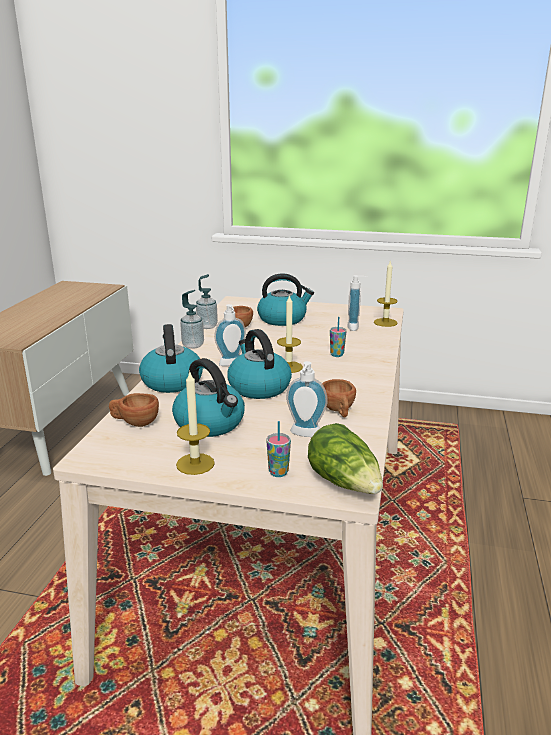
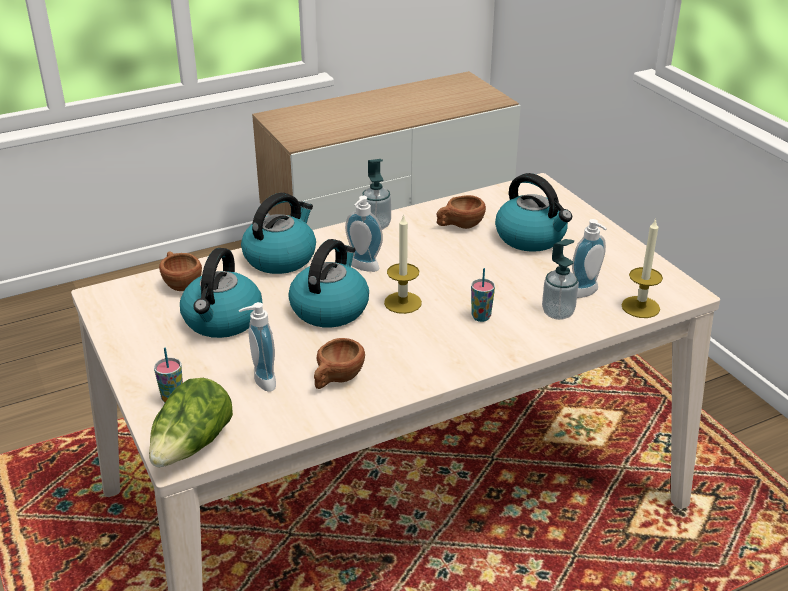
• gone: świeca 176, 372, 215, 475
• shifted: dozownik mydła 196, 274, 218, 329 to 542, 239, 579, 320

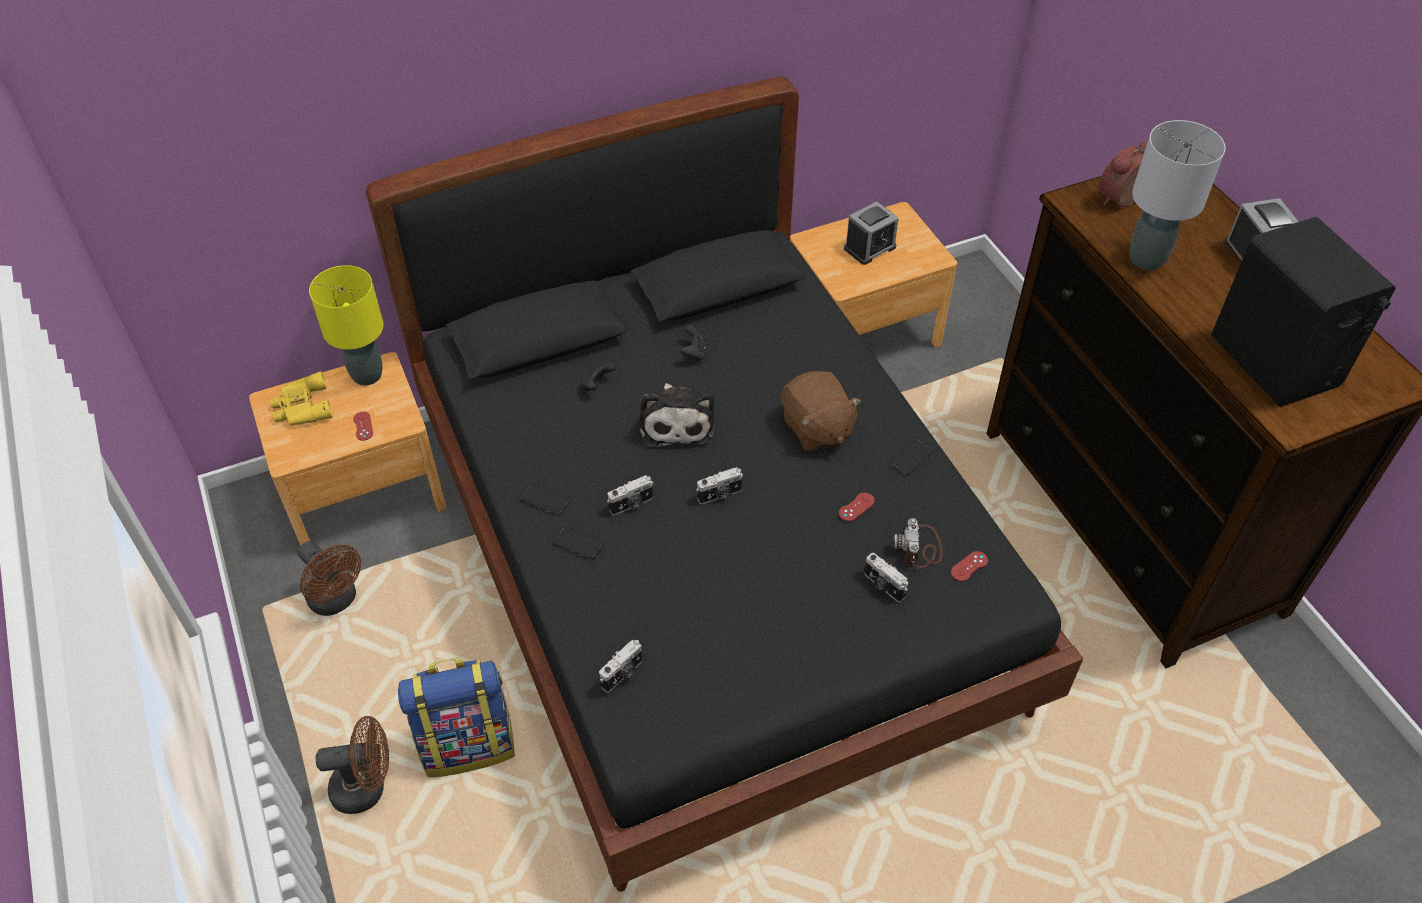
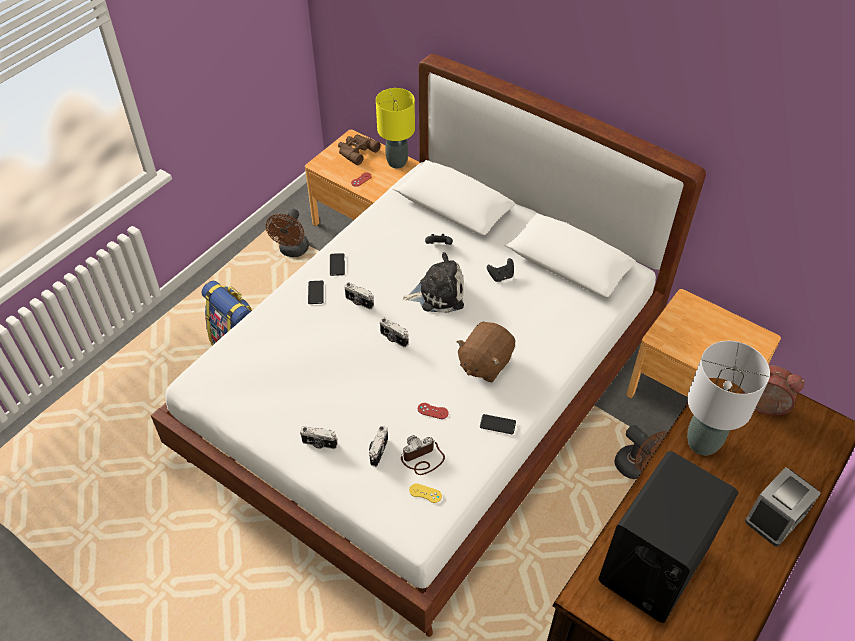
• repainted: lornetka (żółty) 270, 371, 333, 426 to lornetka (brązowy) 338, 134, 381, 165
• shifted: wentylator (brązowy) 316, 716, 389, 814 to 615, 425, 667, 479
• repainted: łóżko (czarny) 366, 77, 1083, 892 to łóżko (biały) 151, 54, 706, 637
• shifted: aparat fotograficzny 599, 639, 642, 693 to 300, 426, 337, 449
• rotated: pluszak 639, 383, 714, 448 = 403, 252, 464, 313 150 degrees counterclockwise
• gone: budzik 844, 202, 899, 265
• repainted: pad do gier (czerwony) 951, 551, 988, 581 to pad do gier (żółty) 409, 483, 442, 503

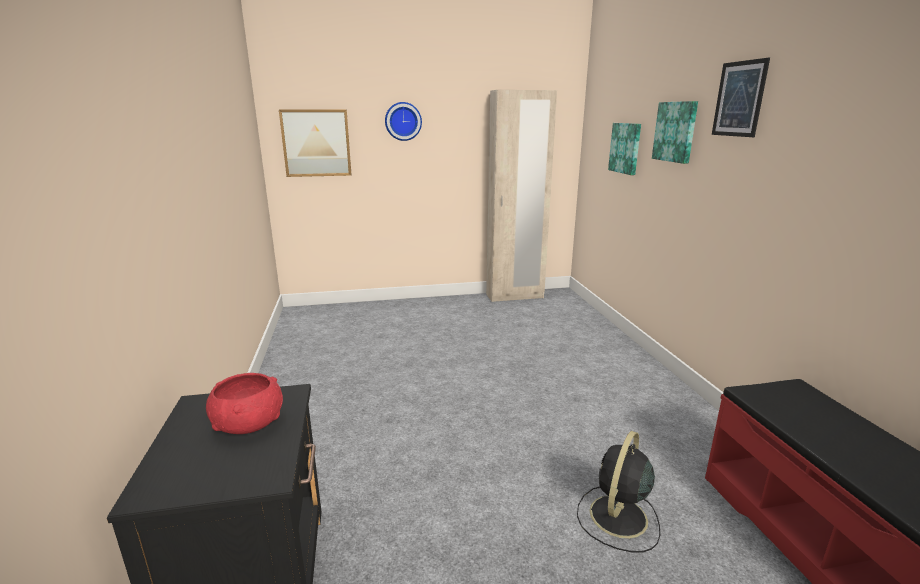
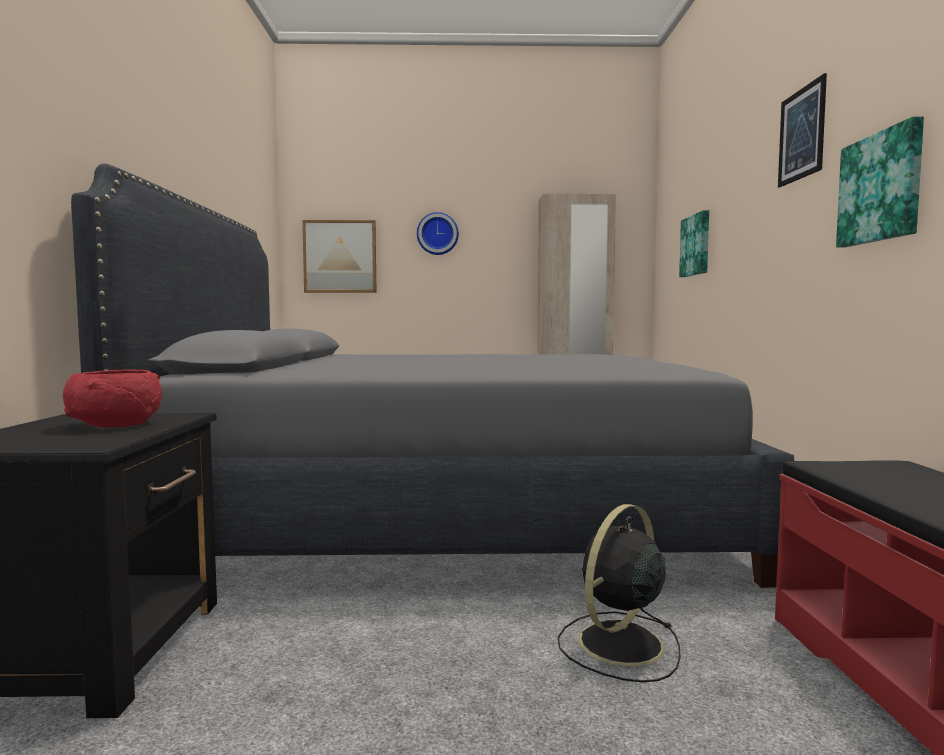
• shifted: obraz 652, 101, 698, 164 to 836, 116, 924, 247
• new: łóżko (szary) 71, 164, 795, 588

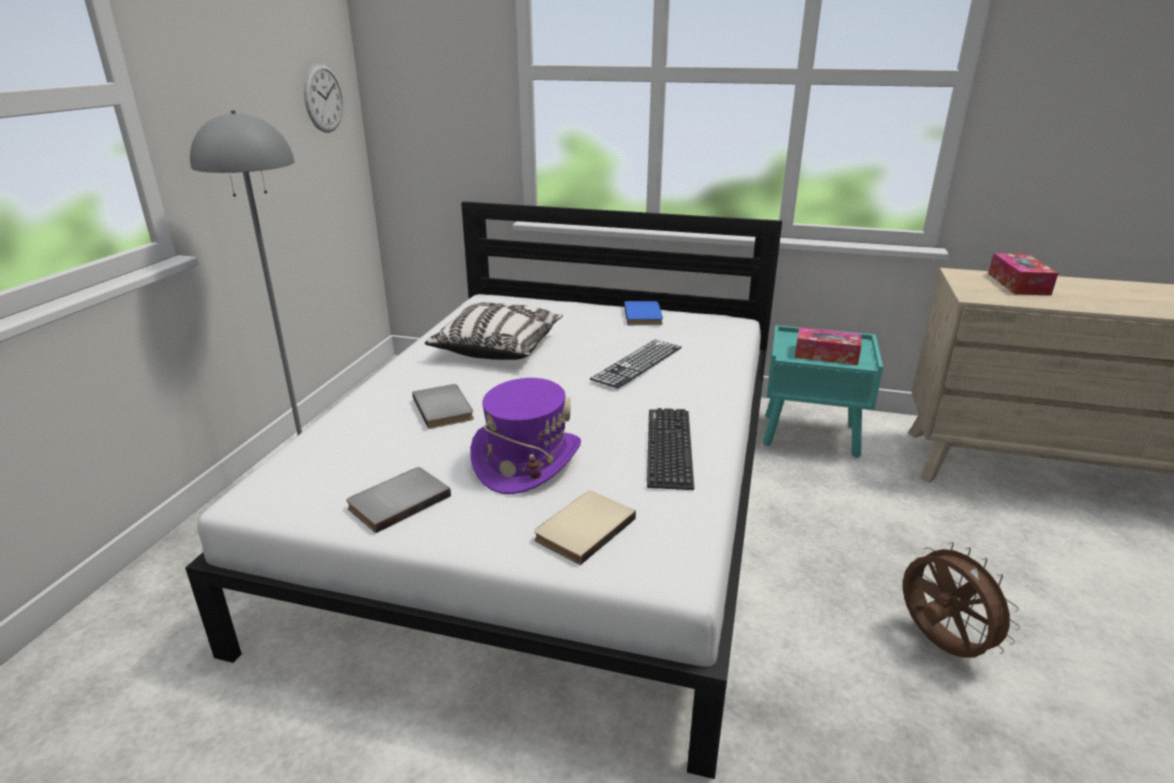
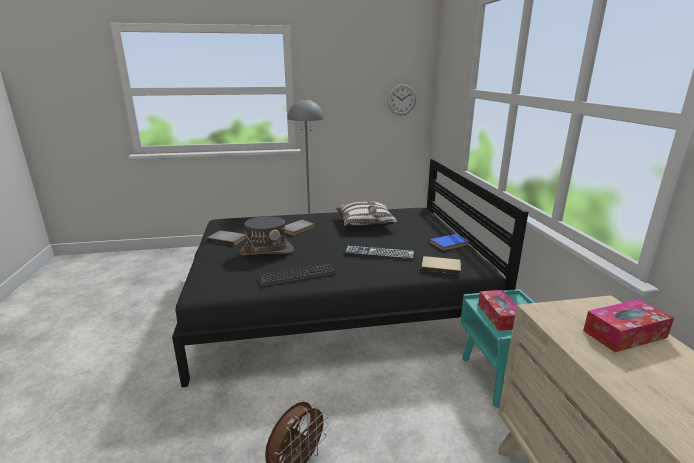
• repainted: łóżko (biały) 185, 201, 782, 779 to łóżko (czarny) 172, 158, 528, 387
• repainted: kapelusz (fioletowy) 470, 378, 581, 494 to kapelusz (szary) 240, 216, 294, 255
• shifted: książka (beżowy) 534, 491, 636, 565 to 421, 256, 461, 275

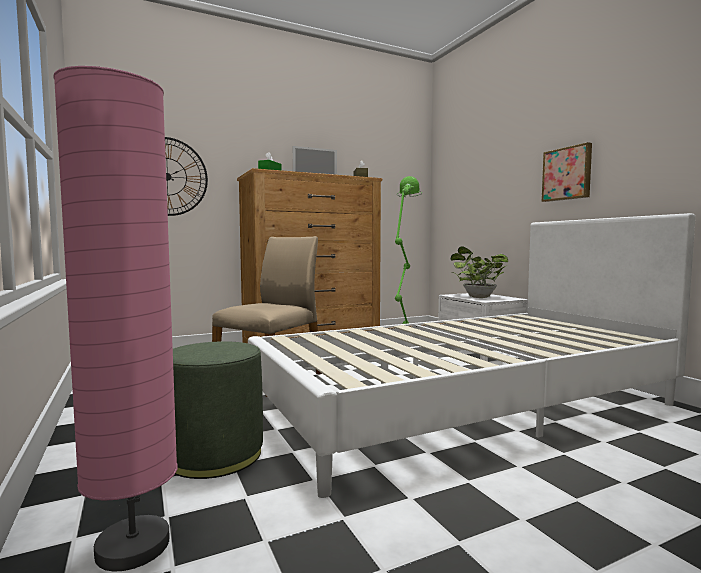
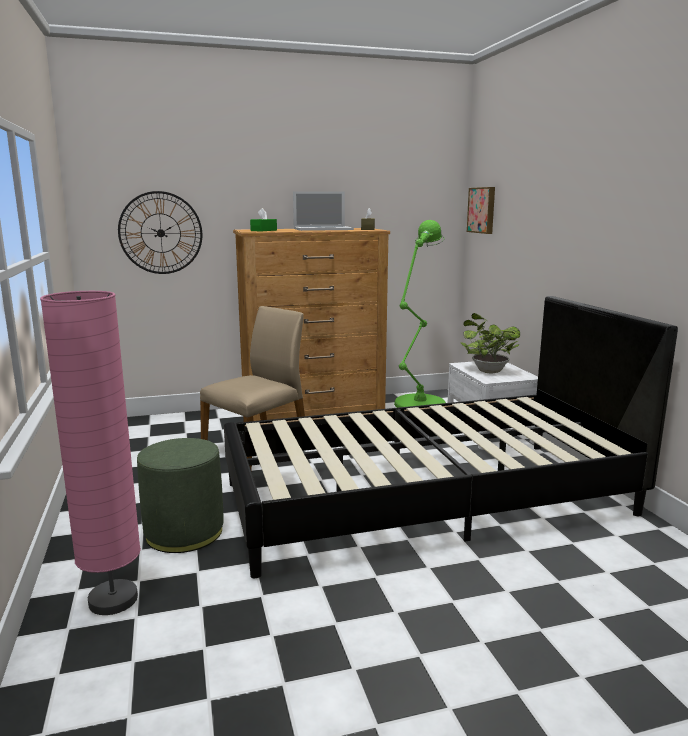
• repainted: łóżko (biały) 248, 213, 696, 498 to łóżko (czarny) 224, 296, 678, 578
• shifted: obraz 542, 142, 592, 202 to 467, 187, 495, 234

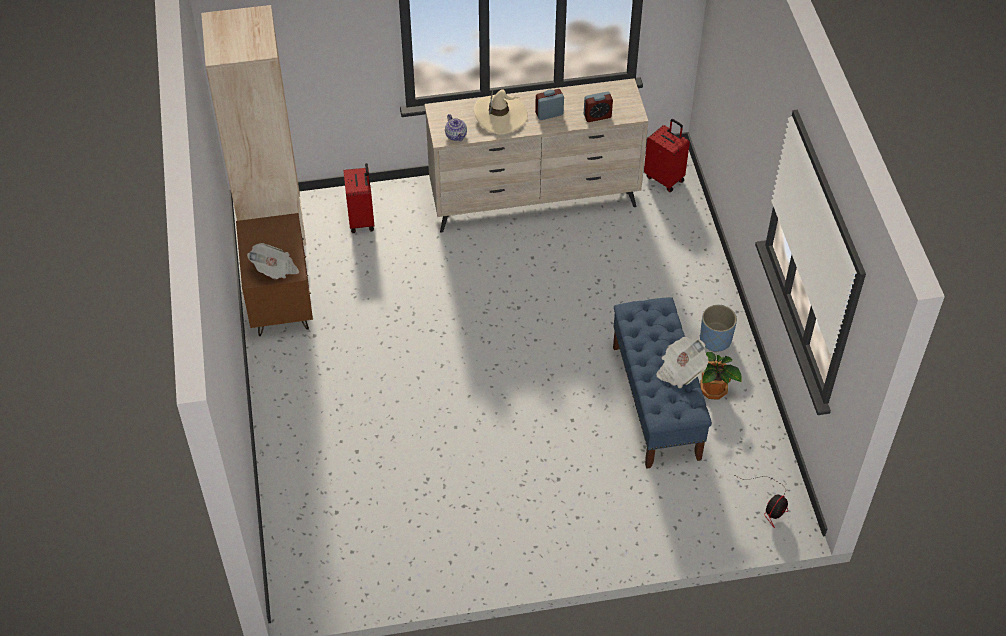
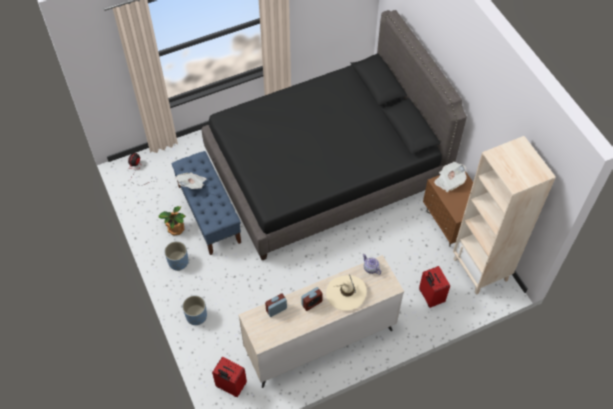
• new: donica (niebieski) 182, 295, 207, 325
• new: łóżko (czarny) 202, 10, 467, 260

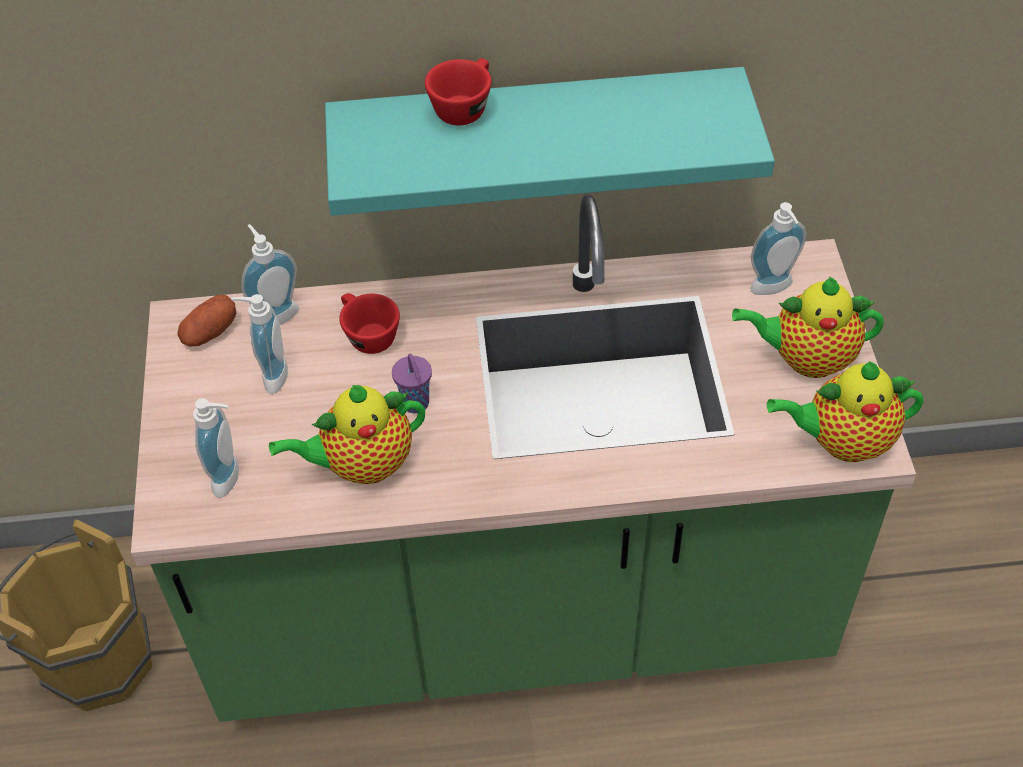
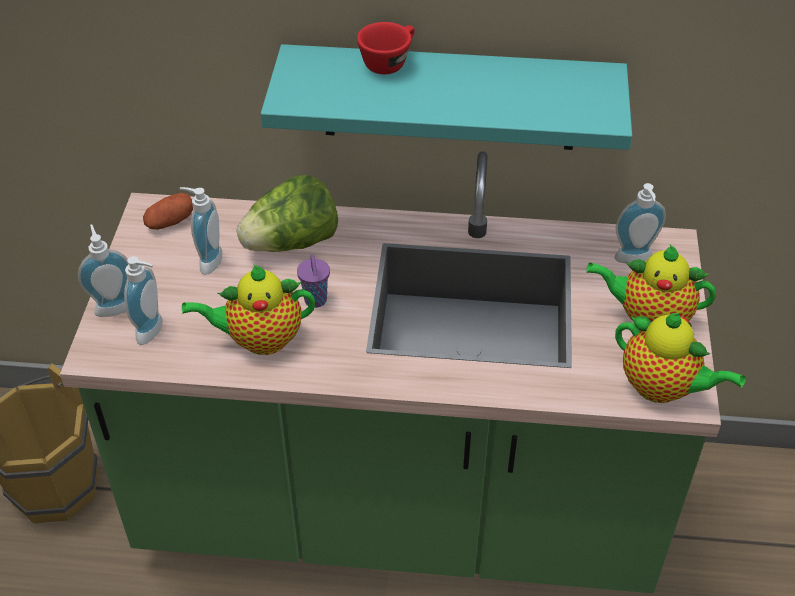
• shifted: dozownik mydła 241, 224, 299, 325 to 78, 224, 129, 317
• swapped: filiżanka (czerwony) 339, 293, 400, 354 to sałata 237, 175, 338, 252
• rotated: imbryk 767, 361, 923, 462 = 615, 313, 746, 403 150 degrees counterclockwise

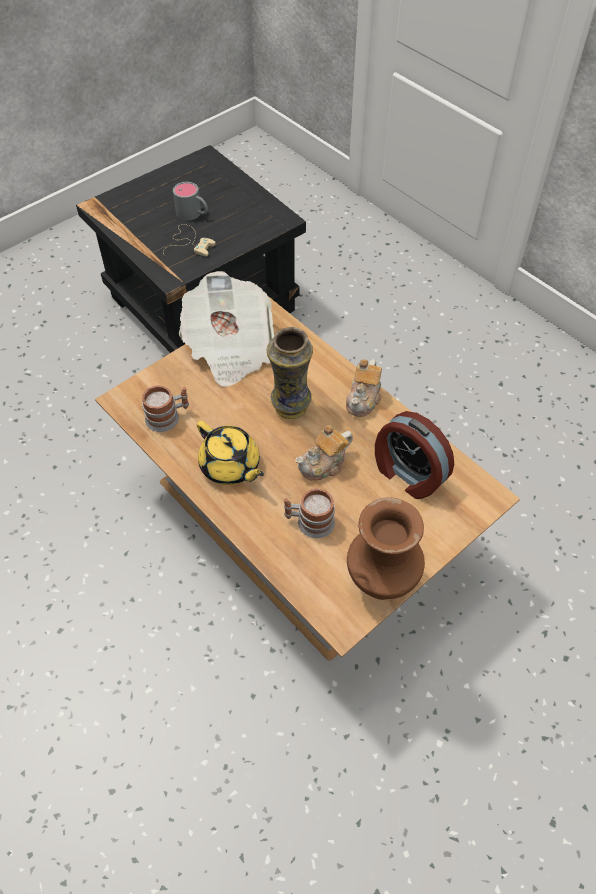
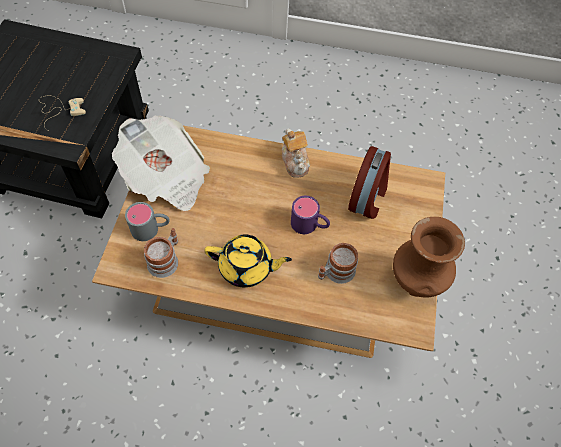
• shifted: kubek (szary) 173, 182, 208, 221 to 125, 202, 170, 241
• gone: wazon 267, 327, 313, 419
• swapped: imbryk 295, 425, 353, 481 to kubek (fioletowy) 291, 196, 330, 234
• rotated: budzik 375, 411, 454, 499 = 348, 146, 391, 219 75 degrees counterclockwise

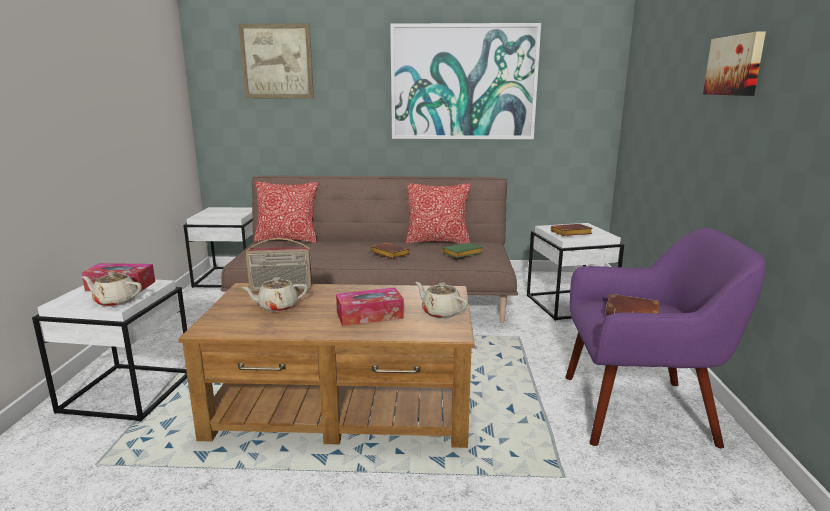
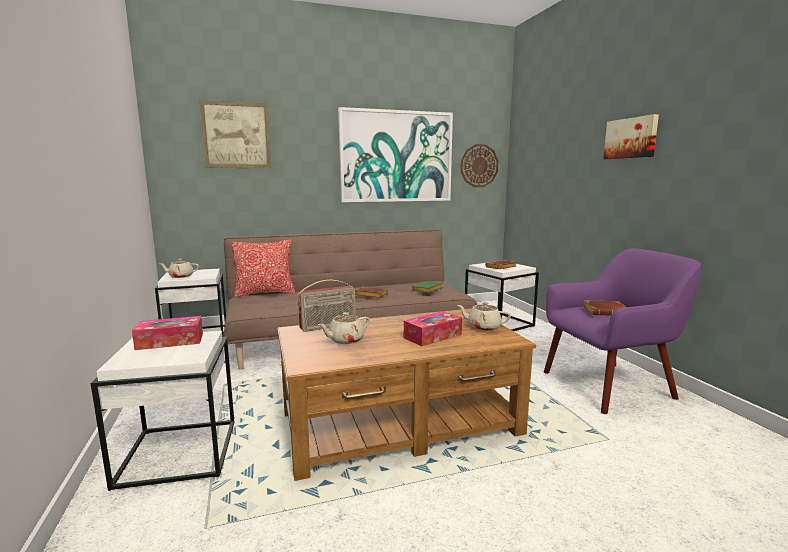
• shifted: imbryk (beżowy) 82, 271, 142, 306 to 159, 259, 199, 278
• gone: poduszka 406, 183, 471, 244
• new: zegar ścienny 461, 144, 499, 187

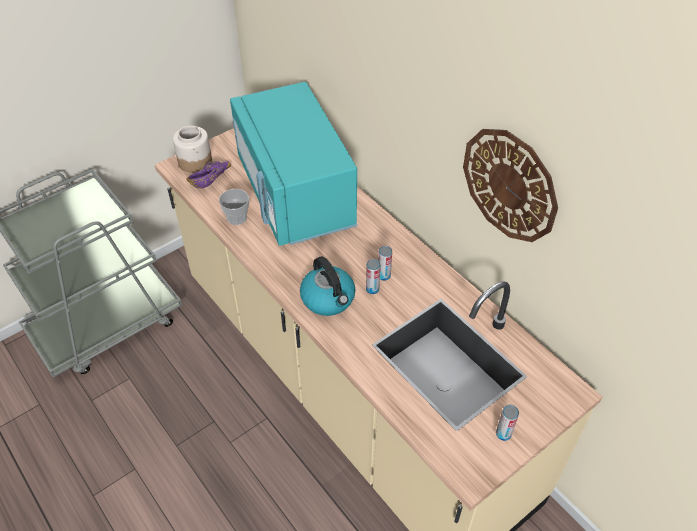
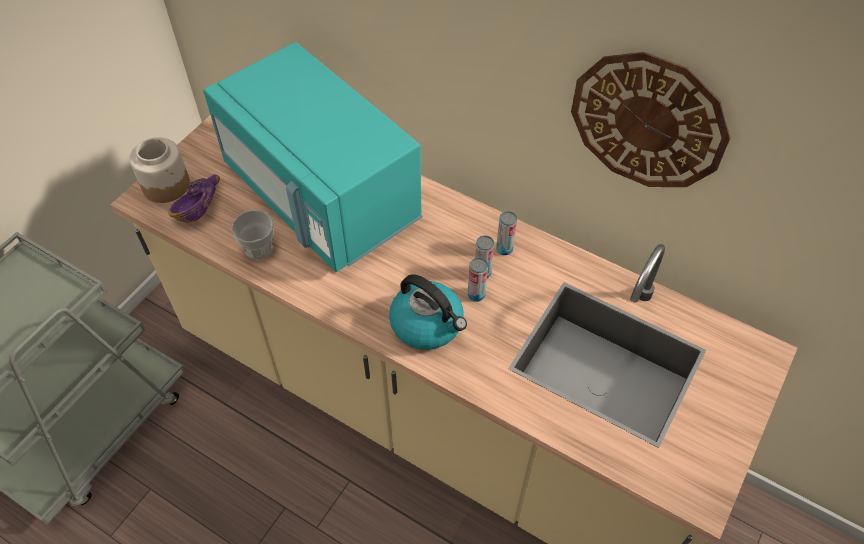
• shifted: puszka 496, 404, 519, 441 to 496, 211, 517, 255

